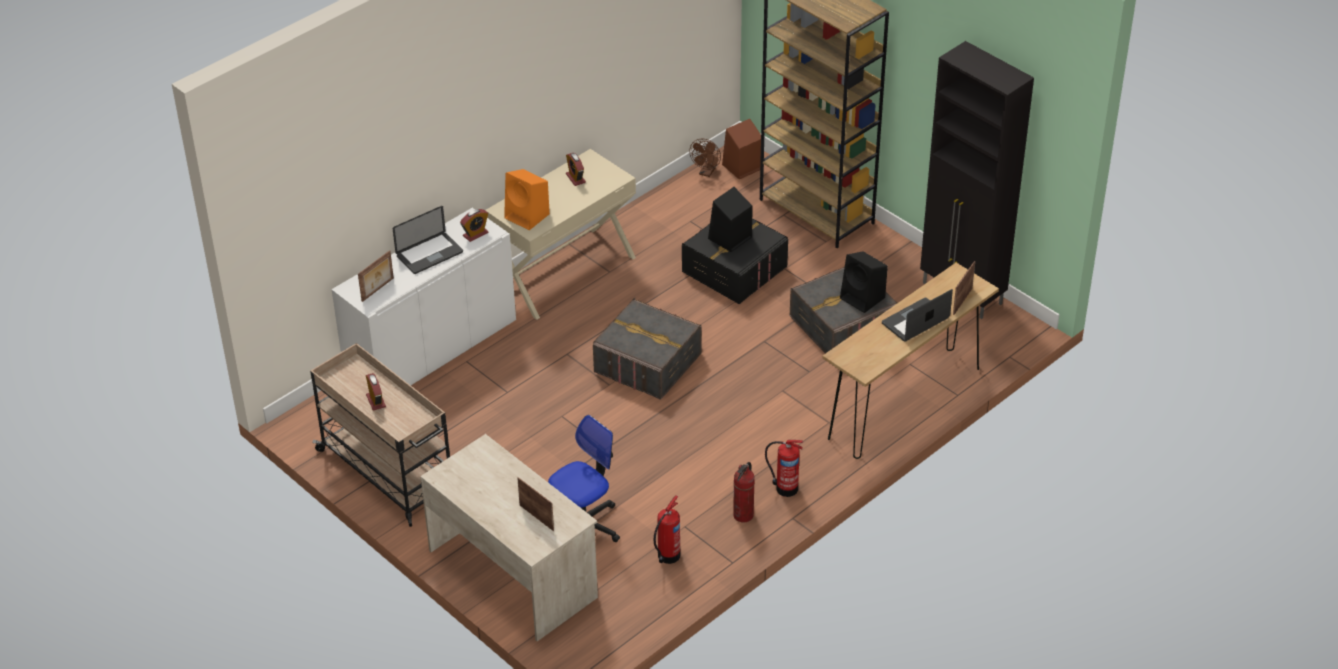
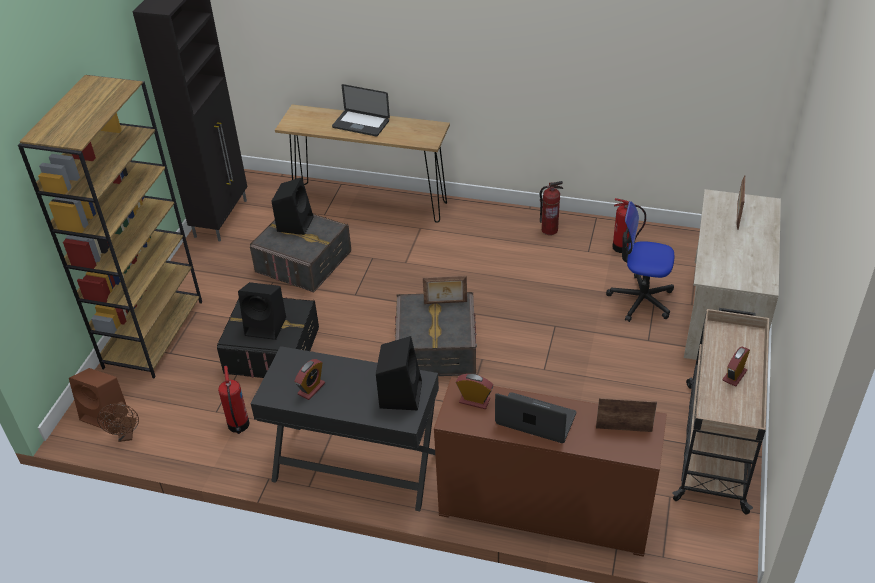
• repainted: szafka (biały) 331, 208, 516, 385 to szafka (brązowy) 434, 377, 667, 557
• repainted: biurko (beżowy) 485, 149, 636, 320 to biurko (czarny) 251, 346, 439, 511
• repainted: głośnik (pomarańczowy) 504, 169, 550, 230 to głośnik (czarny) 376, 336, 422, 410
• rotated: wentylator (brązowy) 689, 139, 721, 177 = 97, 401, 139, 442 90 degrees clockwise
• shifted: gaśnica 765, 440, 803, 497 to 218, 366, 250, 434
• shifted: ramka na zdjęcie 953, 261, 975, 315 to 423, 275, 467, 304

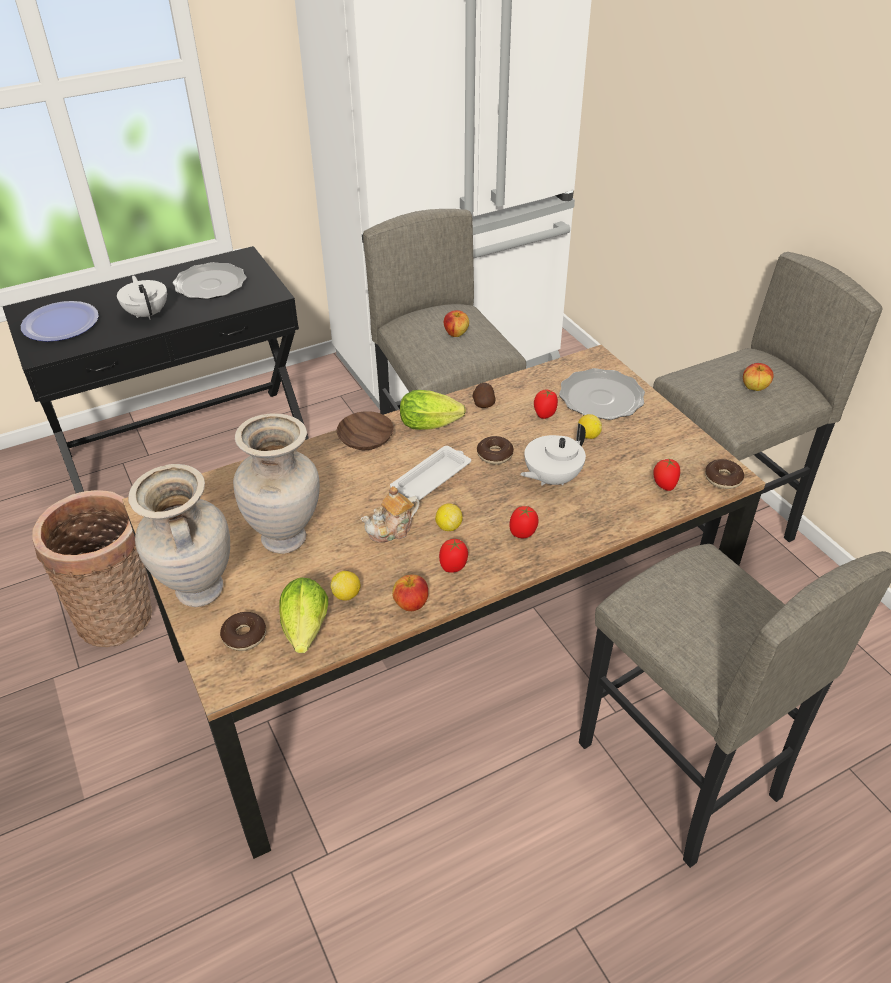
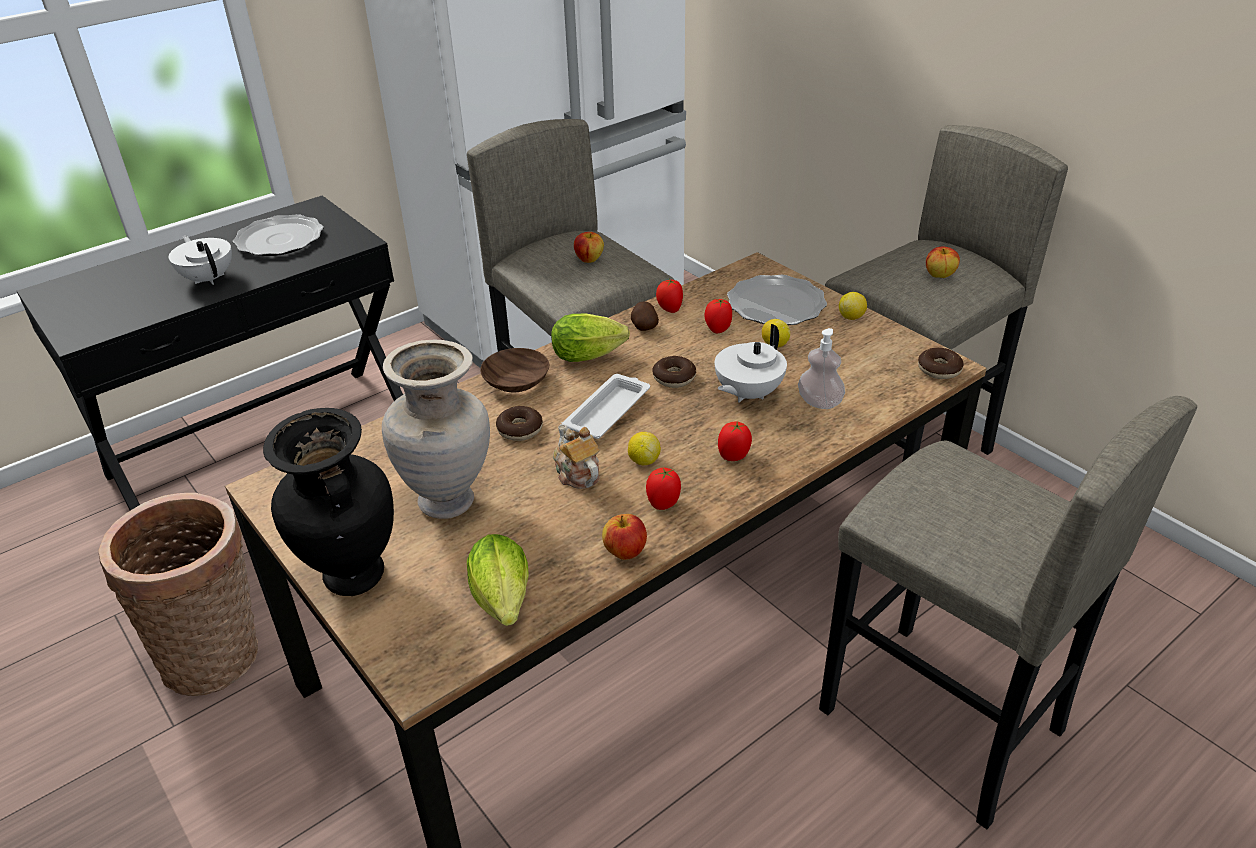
• gone: talerz 21, 301, 99, 342
• repainted: wazon (beżowy) 128, 464, 230, 607 to wazon (czarny) 263, 408, 394, 596
• shifted: donut 220, 612, 266, 651 to 496, 406, 543, 441
• shifted: cytryna 331, 571, 360, 600 to 839, 292, 867, 320
• rotated: imbryk 361, 486, 420, 543 = 553, 424, 600, 489 105 degrees clockwise
• shifted: pomidor 653, 459, 680, 491 to 656, 279, 683, 313
• new: dozownik mydła 798, 328, 845, 409

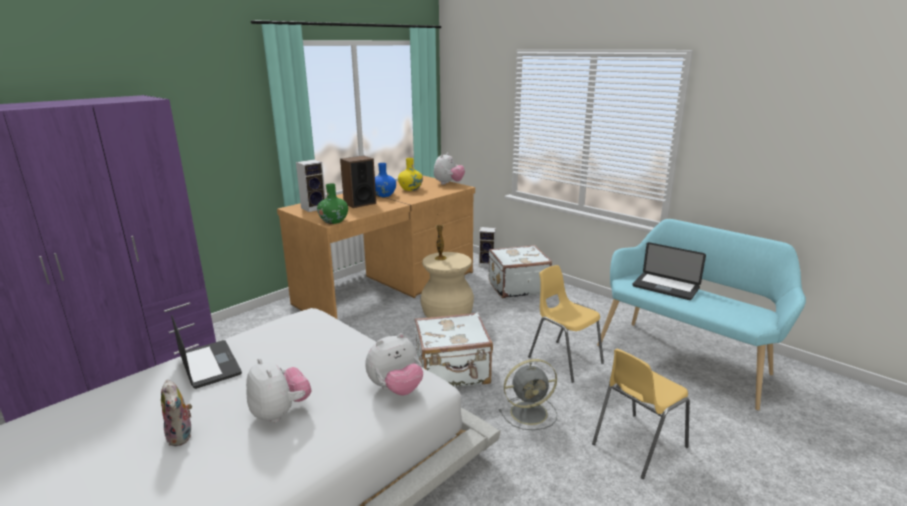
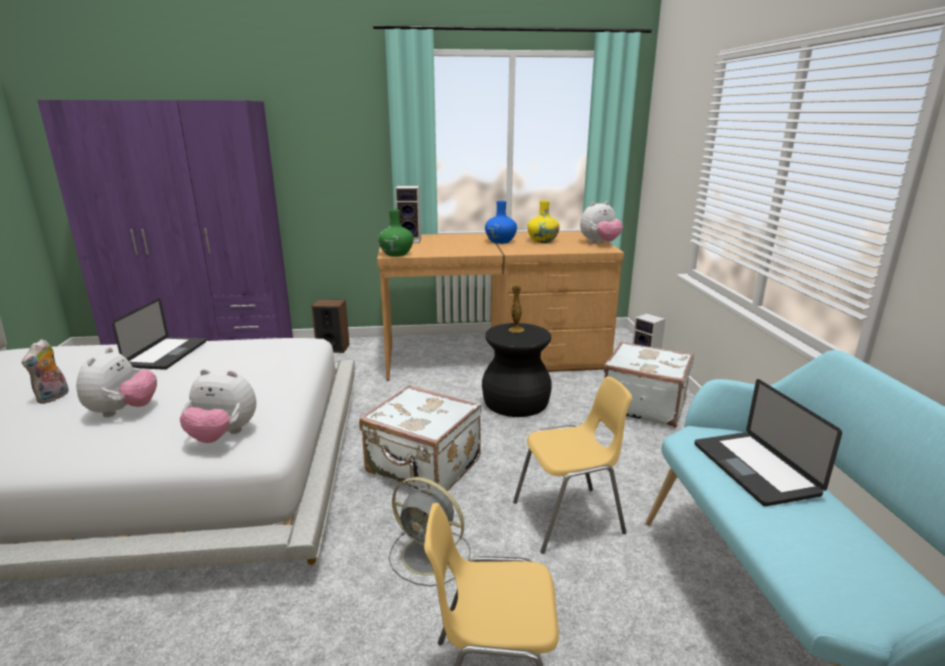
• shifted: głośnik 340, 156, 376, 208 to 311, 299, 350, 353
• repainted: stołek (beżowy) 420, 252, 474, 318 to stołek (czarny) 482, 323, 552, 417
• rotated: krzesło (żółty) 528, 265, 604, 383 = 513, 376, 632, 554 75 degrees clockwise

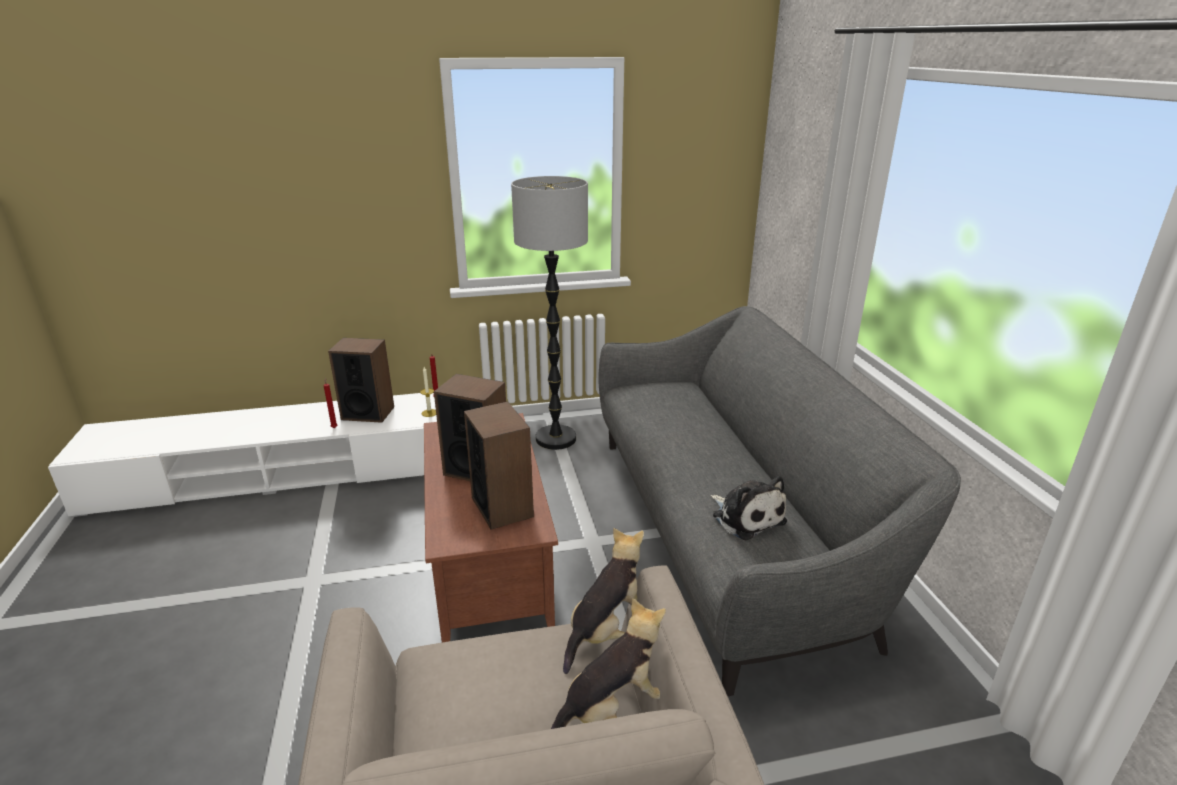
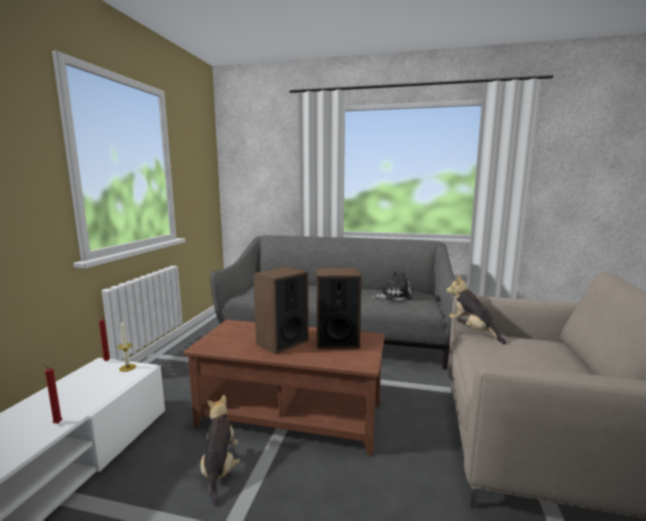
• gone: głośnik 328, 338, 394, 423
• gone: lampa stojąca 511, 176, 588, 450
• shifted: pluszak 551, 598, 666, 729 to 201, 395, 240, 506

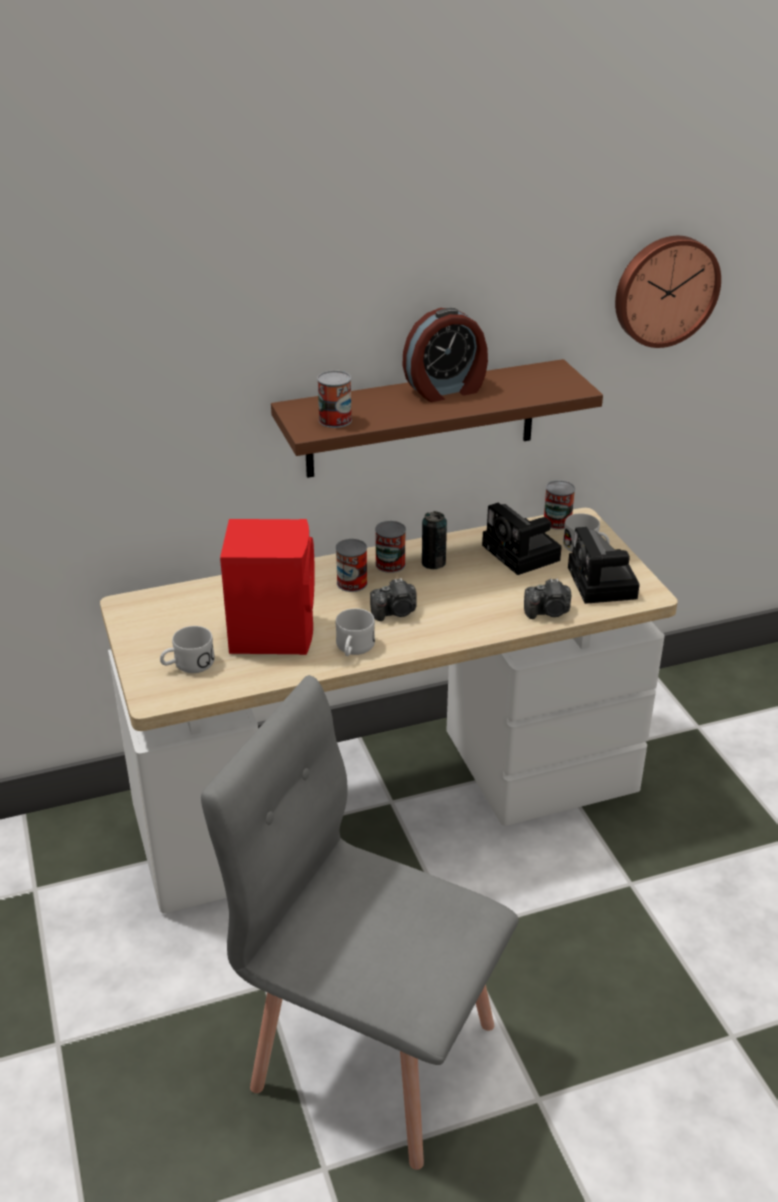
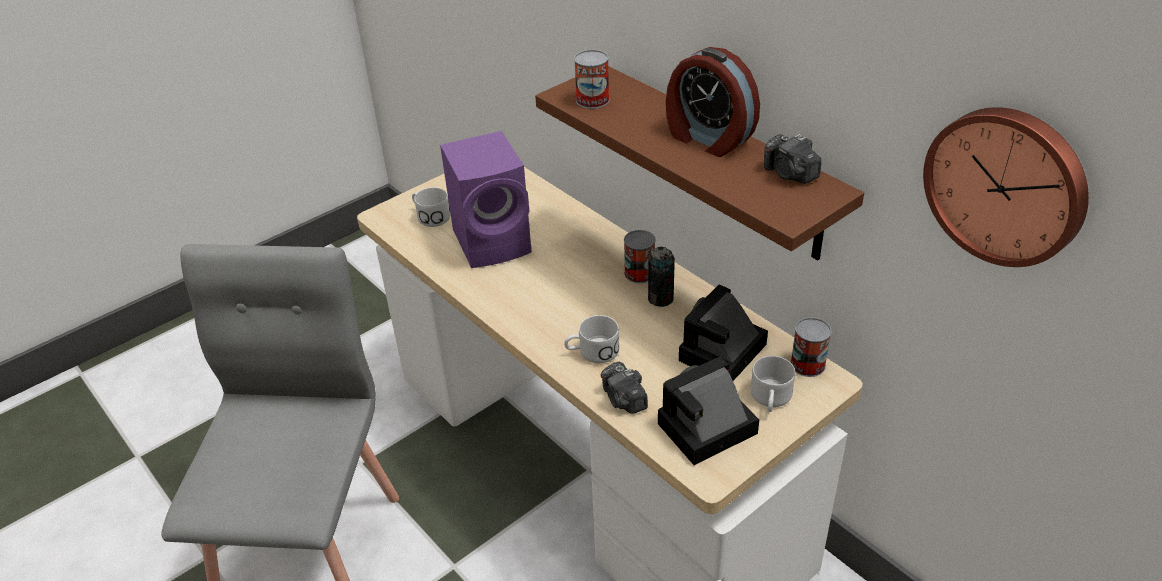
• repainted: głośnik (czerwony) 220, 519, 315, 655 to głośnik (fioletowy) 440, 131, 532, 268
• gone: puszka 336, 539, 368, 592
• shifted: kubek (biały) 336, 608, 375, 656 to 564, 315, 619, 363
• shifted: aparat fotograficzny 370, 578, 417, 621 to 764, 134, 822, 184

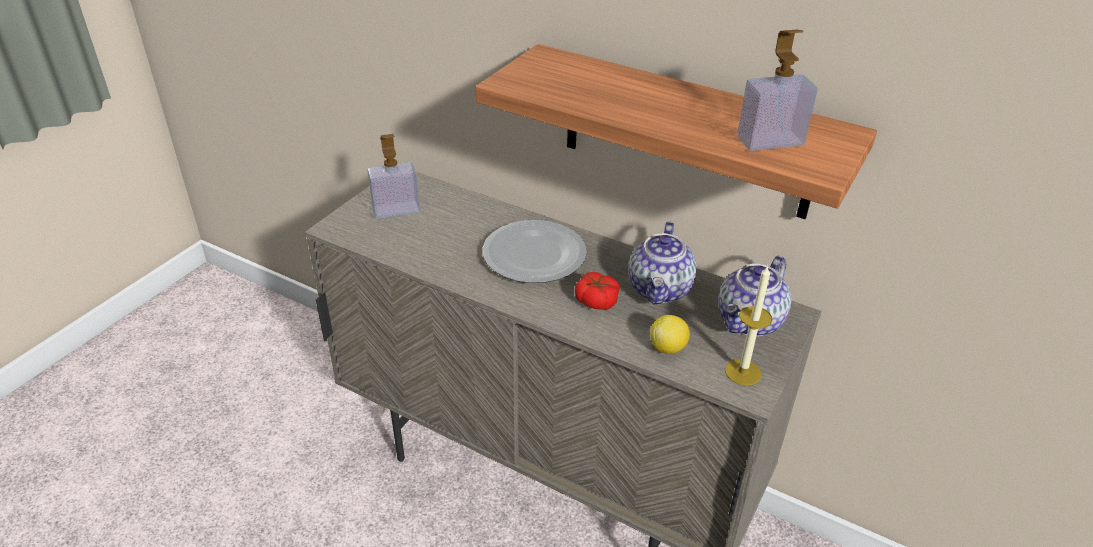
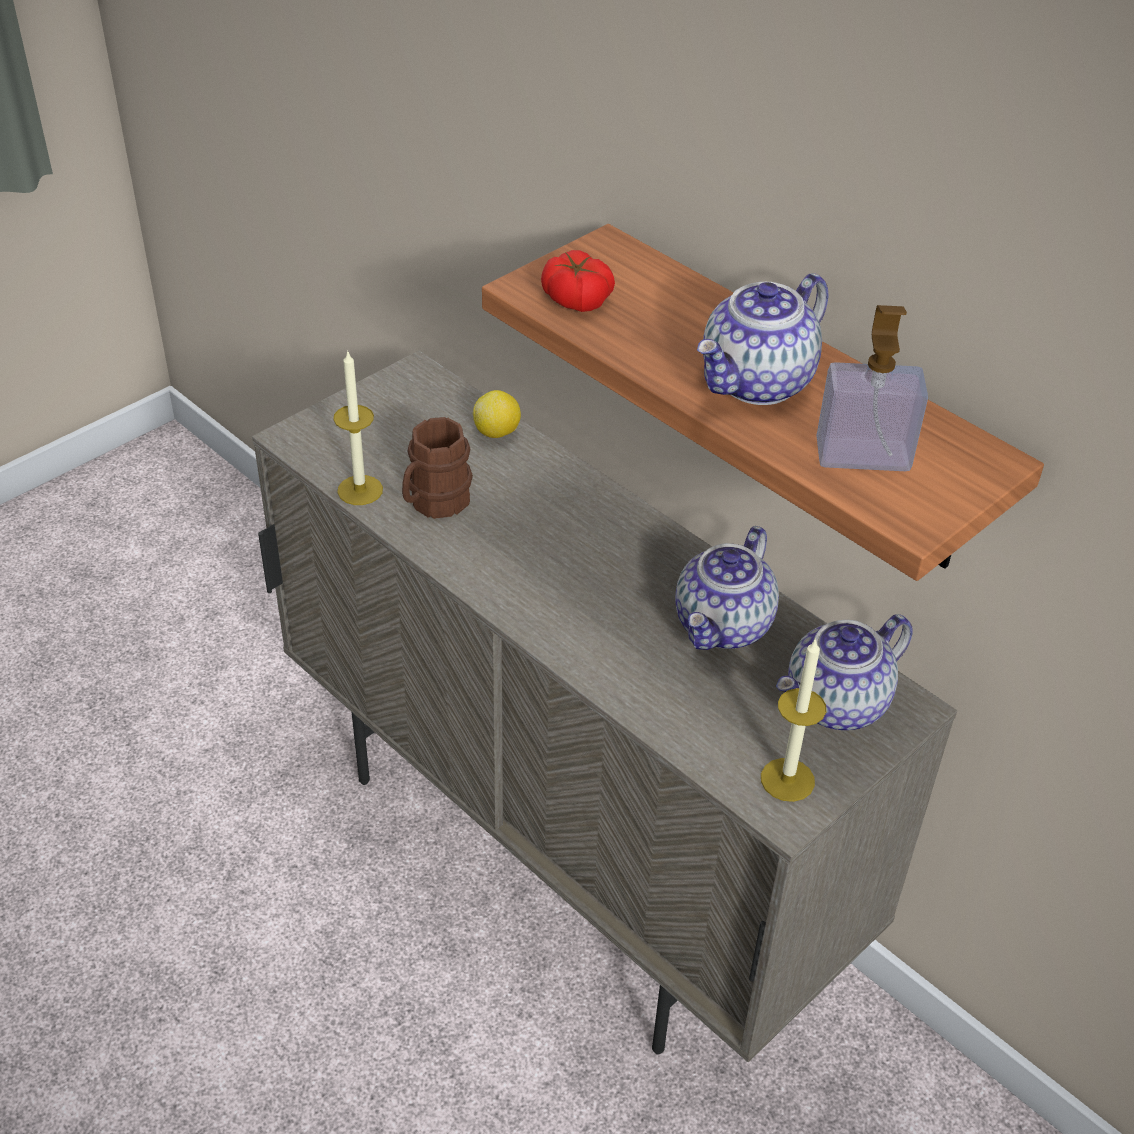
• gone: dozownik mydła 367, 134, 419, 219
• gone: talerz 483, 220, 587, 283
• shifted: pomidor 575, 272, 620, 310 to 541, 250, 615, 312
• shifted: cytryna 650, 315, 690, 354 to 473, 390, 521, 438
• new: świeca 333, 350, 383, 505
• new: kubek (brązowy) 402, 417, 473, 519
• new: imbryk 697, 273, 829, 405

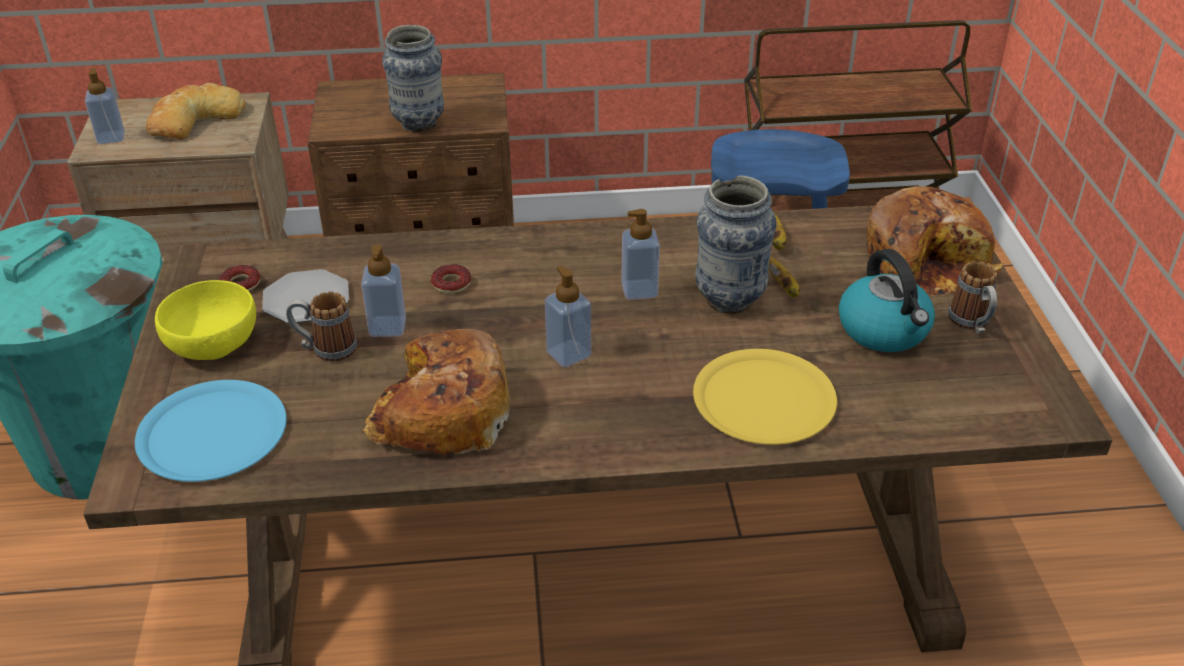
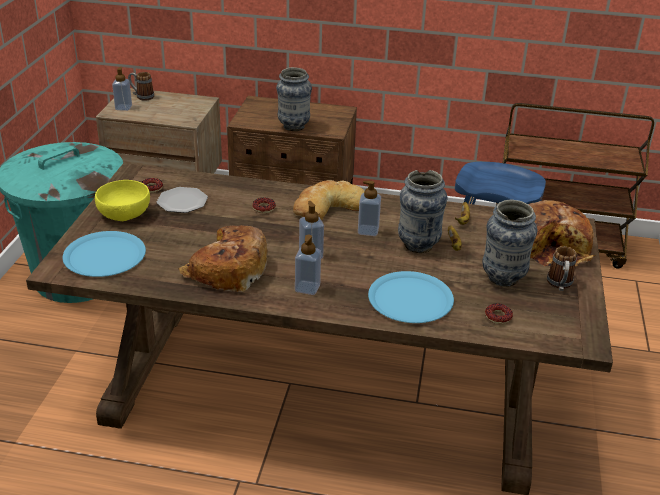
• shifted: chleb 146, 83, 246, 140 to 293, 180, 365, 220
• shifted: kubek 286, 291, 357, 362 to 128, 72, 154, 101
• shifted: dozownik mydła 361, 244, 406, 337 to 295, 235, 321, 295
• repainted: talerz (żółty) 693, 349, 837, 445 to talerz (niebieski) 368, 271, 454, 323
• swapped: czajnik 839, 249, 935, 352 to wazon 482, 200, 537, 287
• new: donut 485, 303, 513, 324

